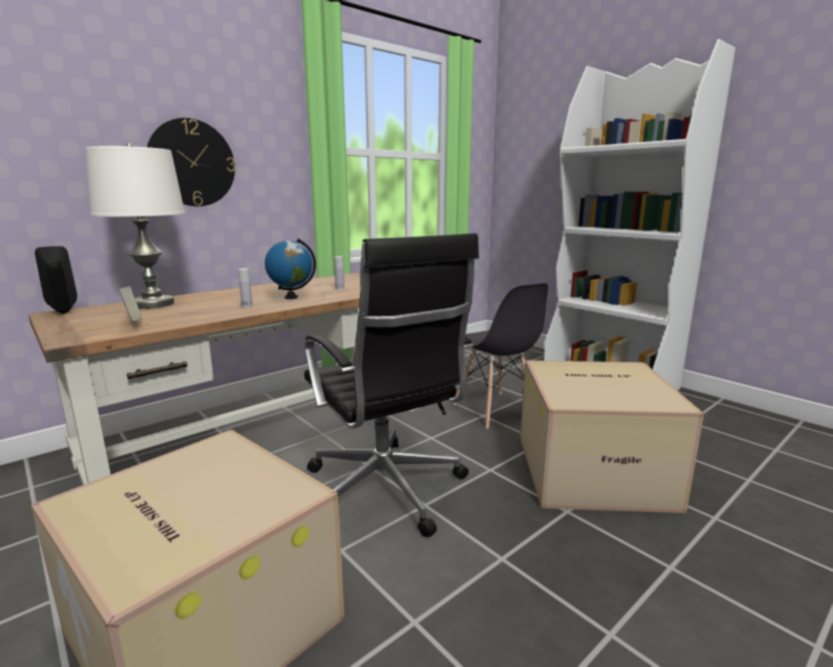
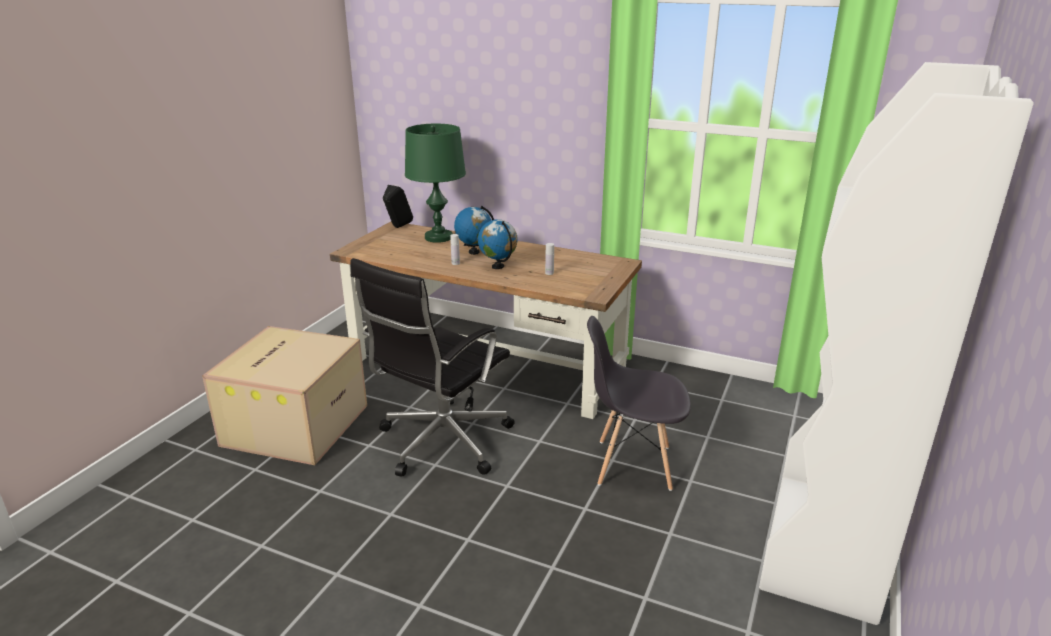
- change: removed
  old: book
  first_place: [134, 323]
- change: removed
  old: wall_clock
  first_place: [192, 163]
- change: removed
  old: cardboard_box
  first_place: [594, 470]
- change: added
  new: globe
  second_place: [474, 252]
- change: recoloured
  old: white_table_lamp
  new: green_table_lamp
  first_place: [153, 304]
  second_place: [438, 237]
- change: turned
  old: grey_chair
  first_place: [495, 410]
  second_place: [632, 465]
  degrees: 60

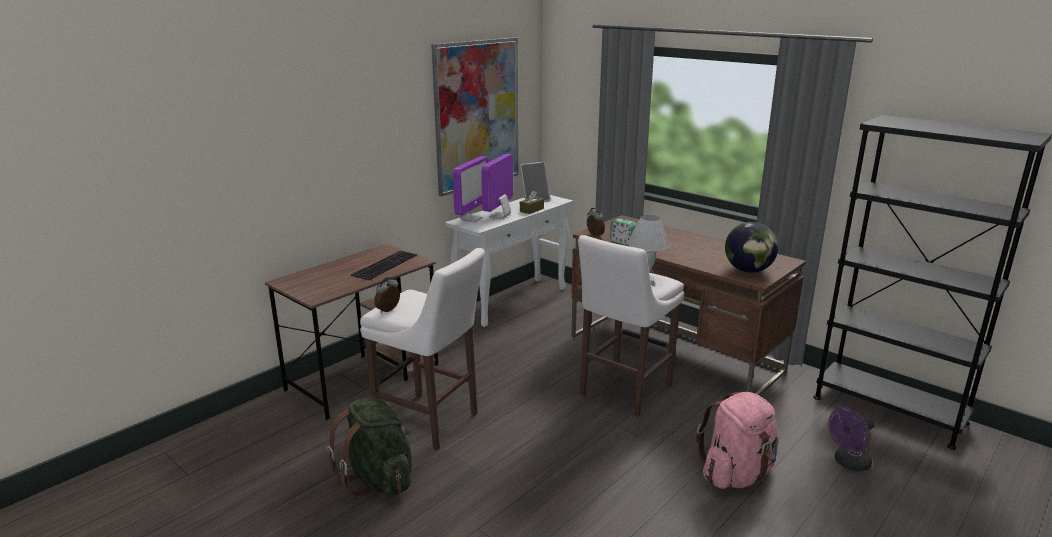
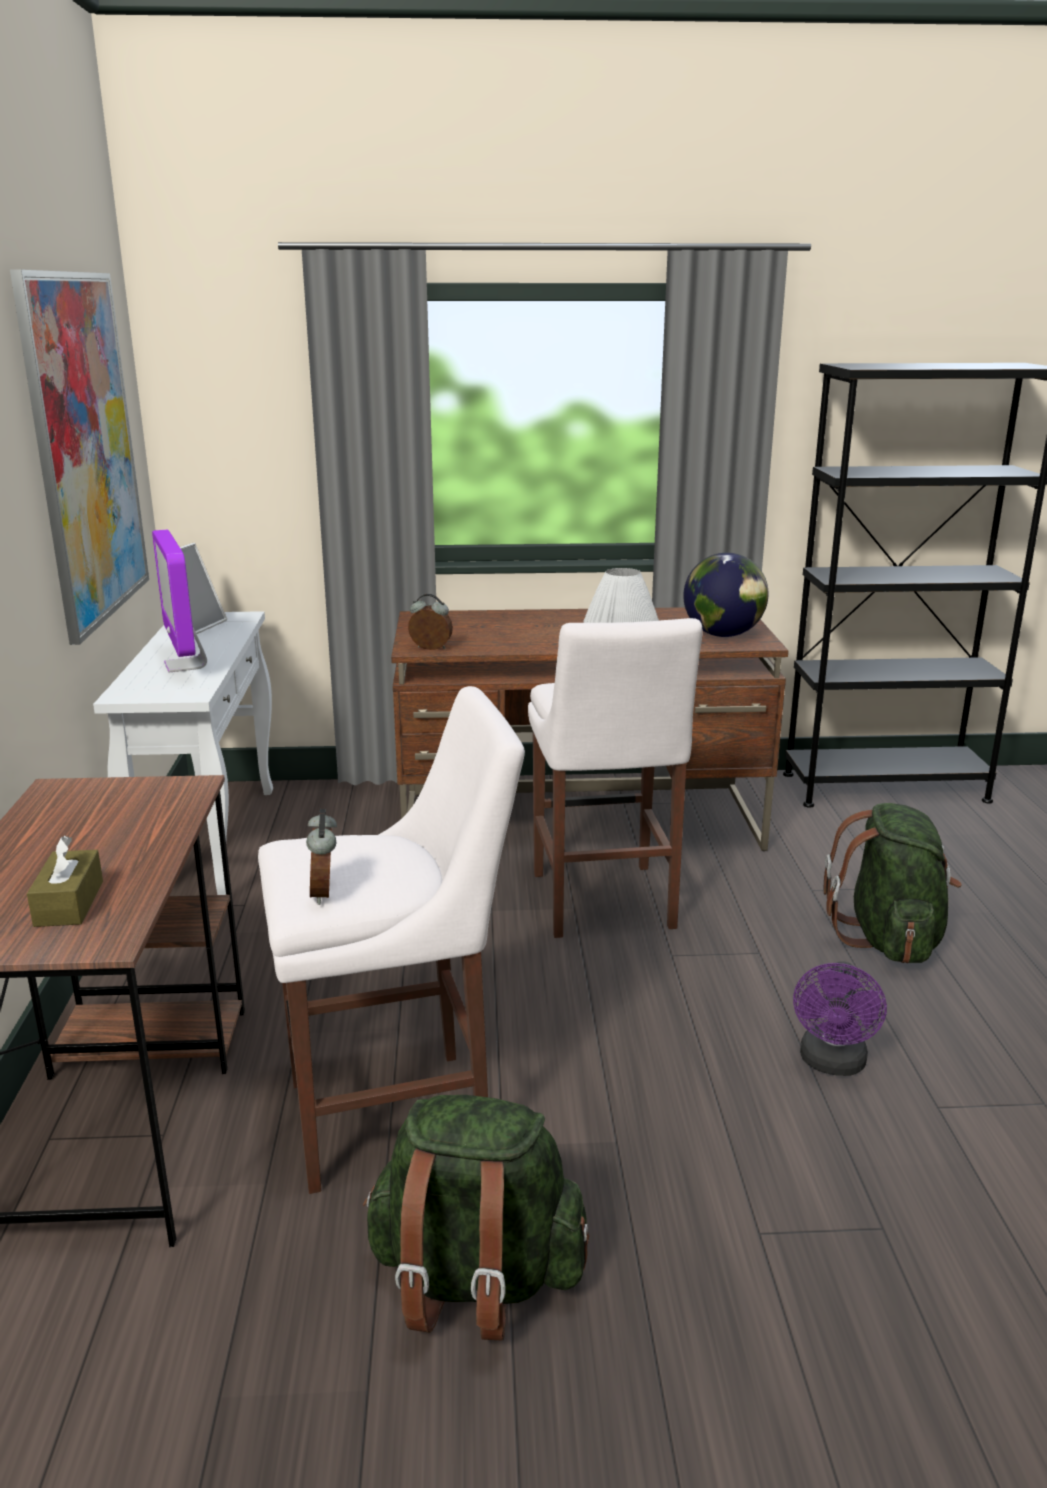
- change: removed
  old: keyboard
  first_place: [384, 264]
- change: removed
  old: monitor
  first_place: [471, 219]
- change: removed
  old: alarm_clock
  first_place: [622, 242]
- change: moved
  old: brown_tissue_box
  first_place: [531, 210]
  second_place: [69, 903]
- change: moved
  old: purple_fan
  first_place: [848, 463]
  second_place: [832, 1064]
- change: recoloured
  old: pink_backpack
  new: green_backpack
  first_place: [736, 474]
  second_place: [889, 938]

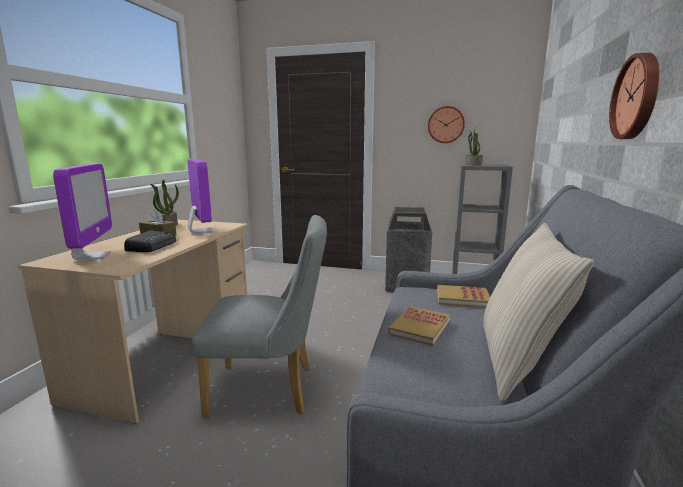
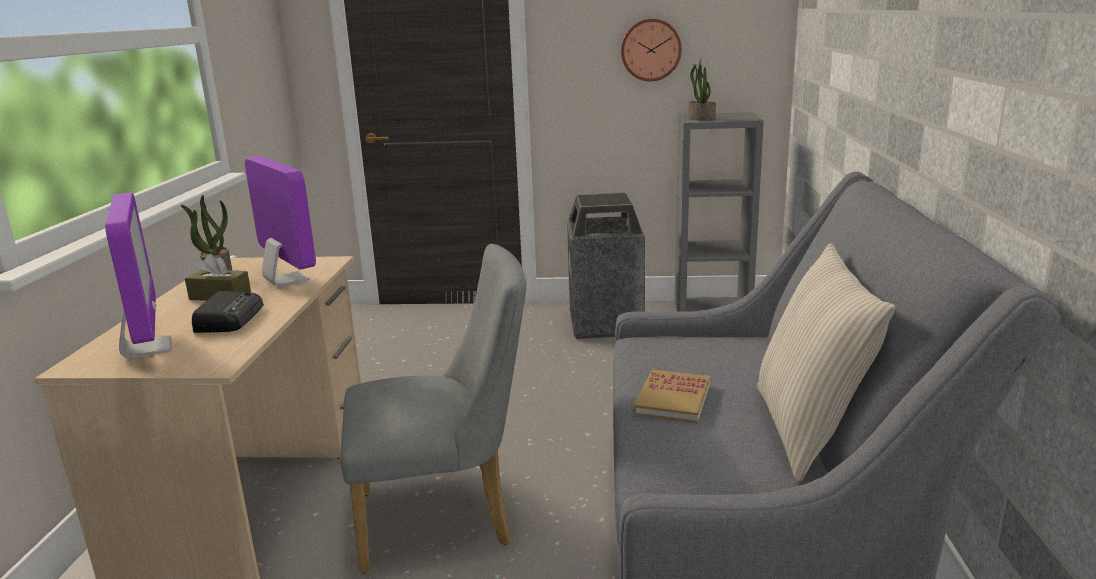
- change: removed
  old: book
  first_place: [462, 298]
- change: removed
  old: wall_clock
  first_place: [637, 97]

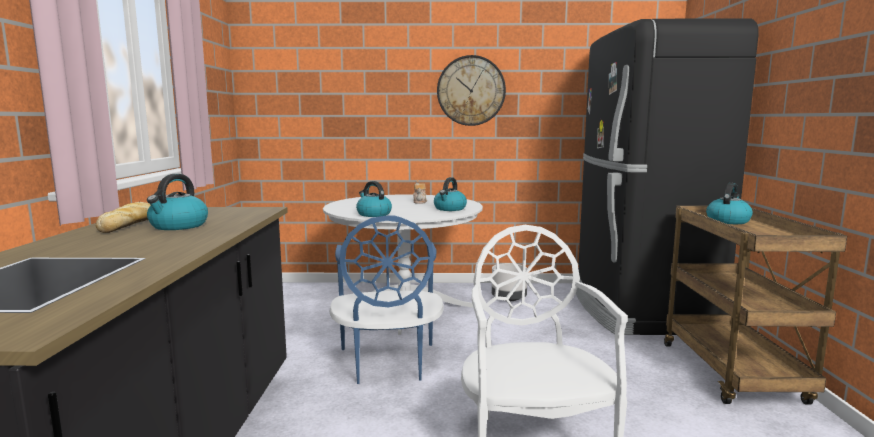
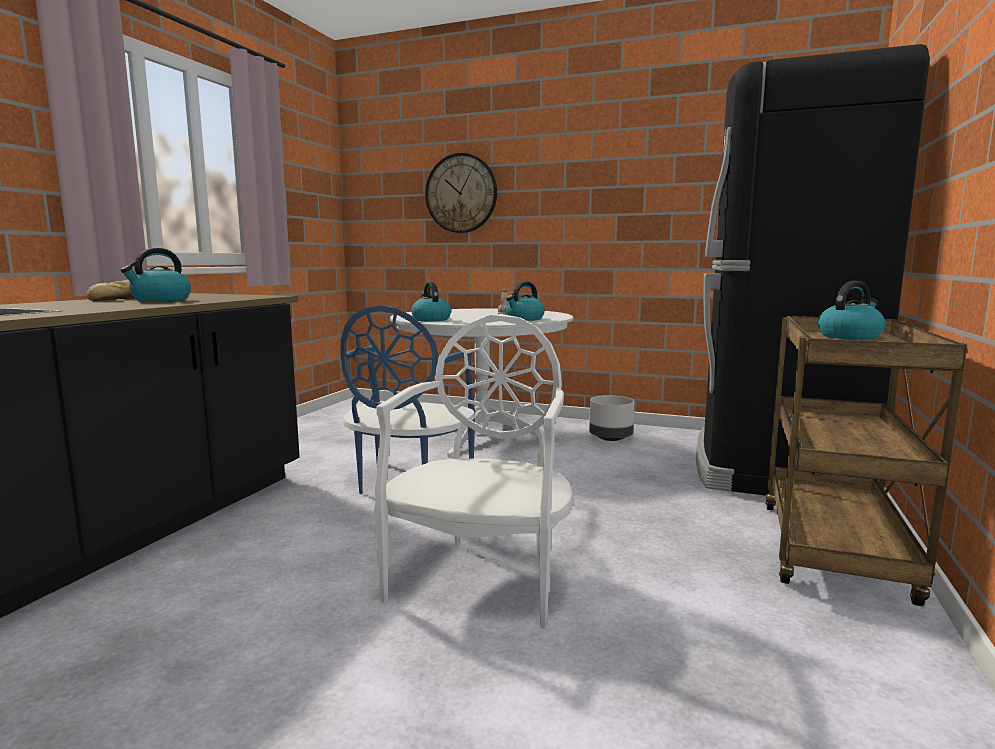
- change: moved
  old: wall_clock
  first_place: [471, 91]
  second_place: [461, 193]

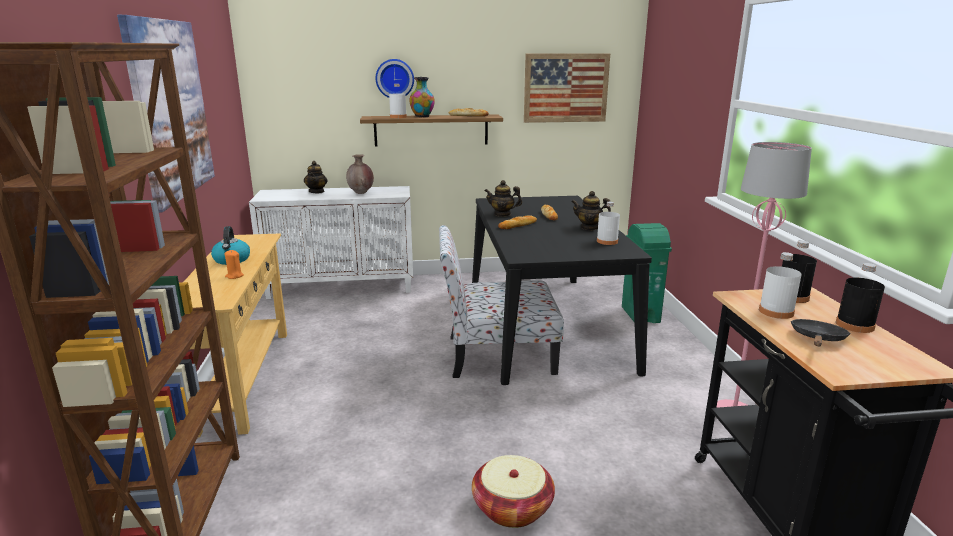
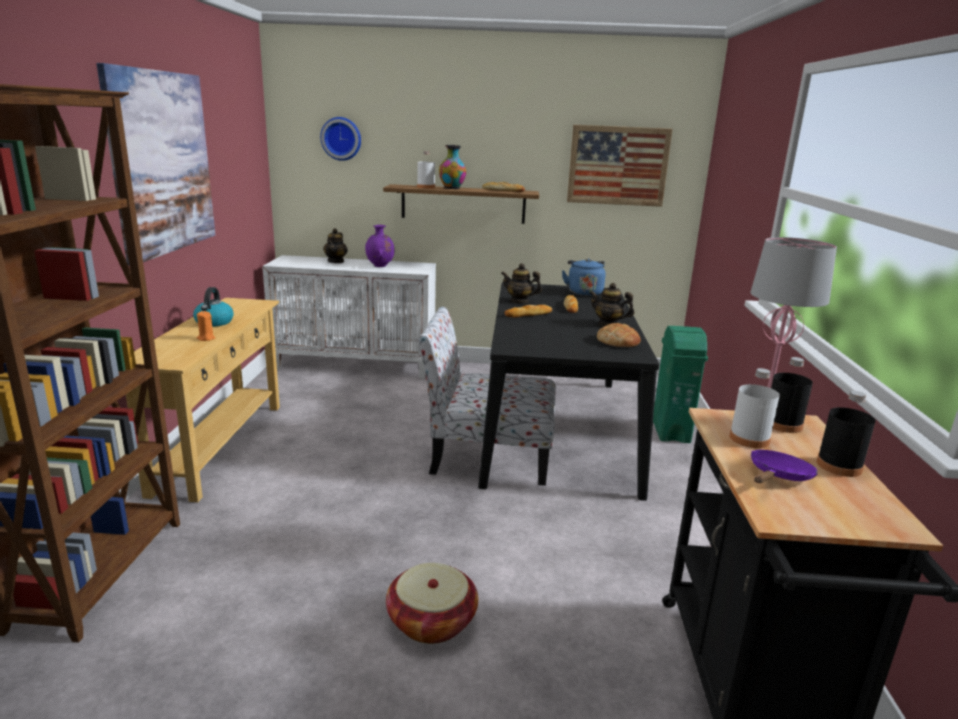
- change: added
  new: blue_kettle
  second_place: [584, 292]
- change: moved
  old: wall_clock
  first_place: [394, 79]
  second_place: [341, 138]
- change: replaced
  old: white_bottle
  new: bread
  first_place: [607, 241]
  second_place: [618, 341]
- change: recoloured
  old: brown_vase
  new: purple_vase
  first_place: [361, 193]
  second_place: [380, 266]
- change: recoloured
  old: black_frying_pan
  new: purple_frying_pan
  first_place: [817, 339]
  second_place: [778, 476]

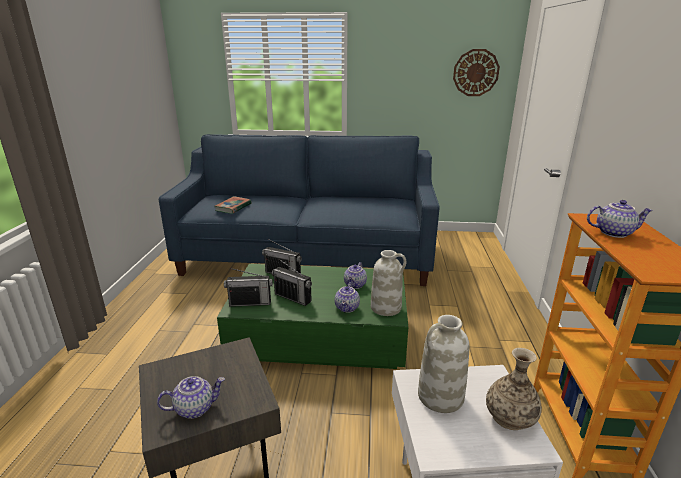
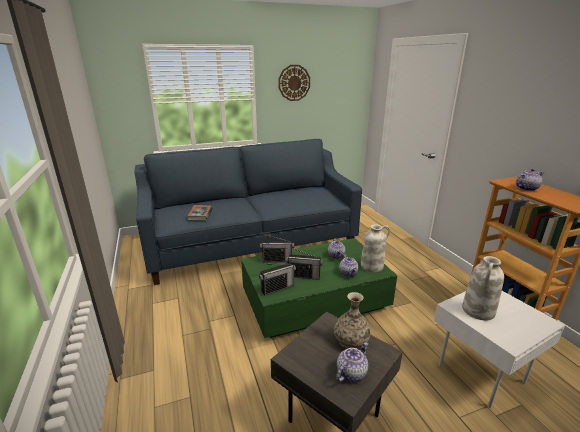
- change: moved
  old: wall_clock
  first_place: [475, 72]
  second_place: [294, 83]
- change: moved
  old: vase
  first_place: [510, 416]
  second_place: [351, 340]

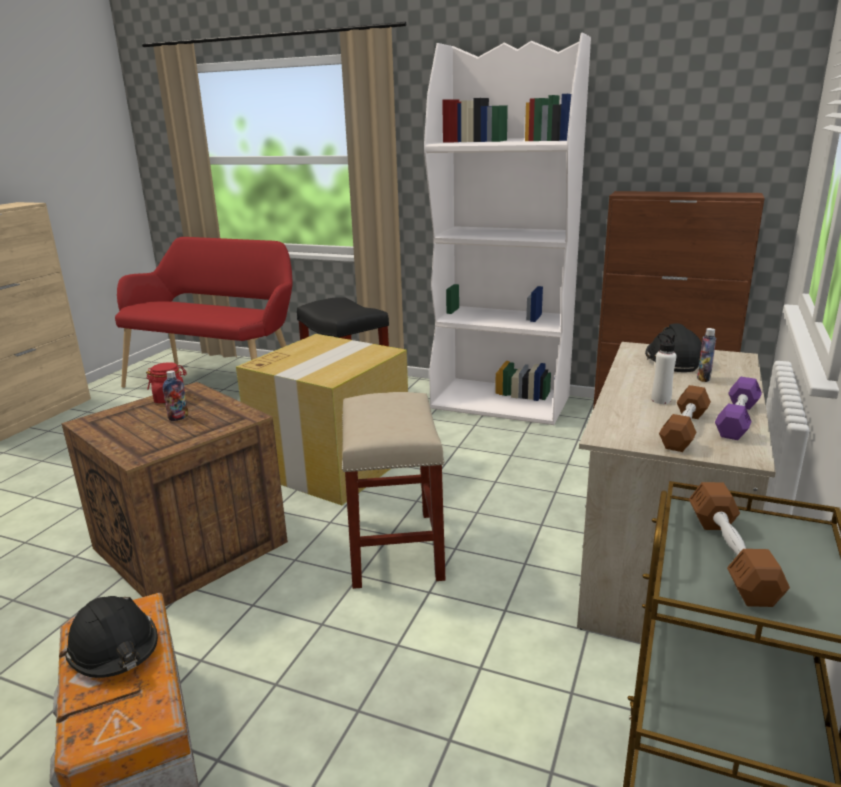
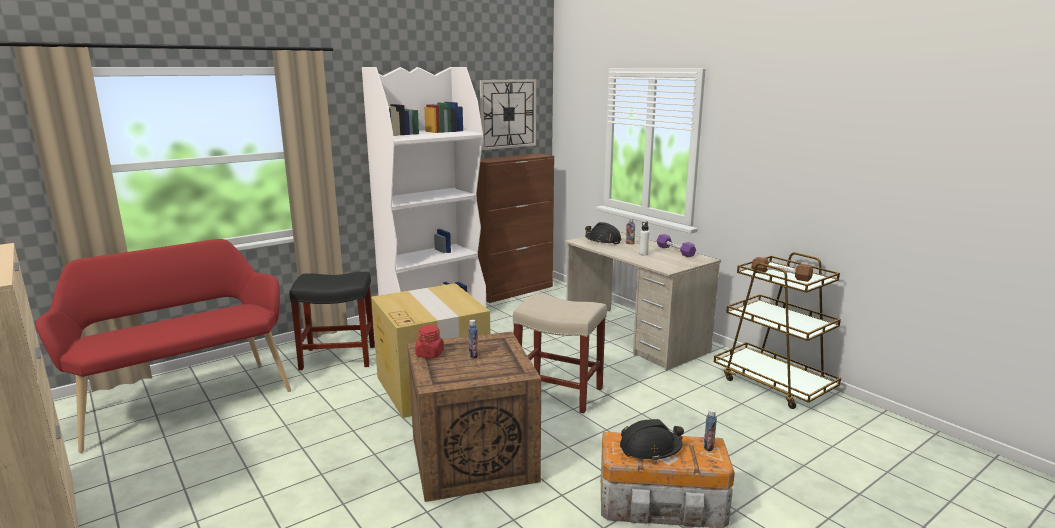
- change: removed
  old: brown_dumbbell
  first_place: [684, 429]
- change: added
  new: wall_clock
  second_place: [508, 114]
- change: added
  new: bottle
  second_place: [708, 447]

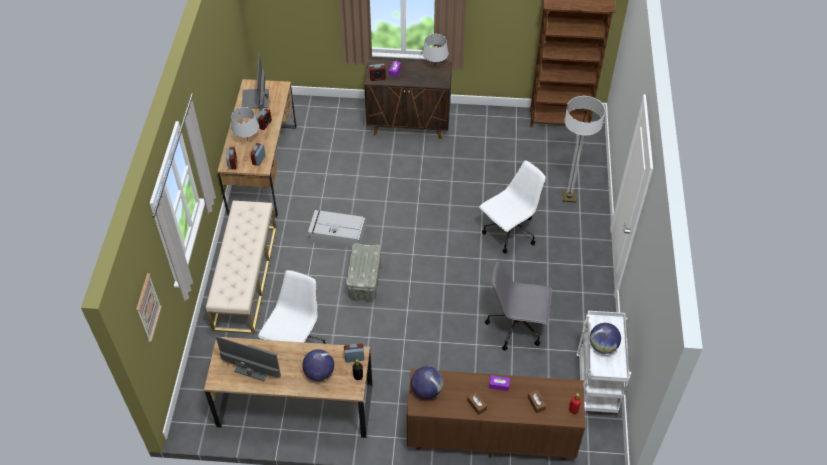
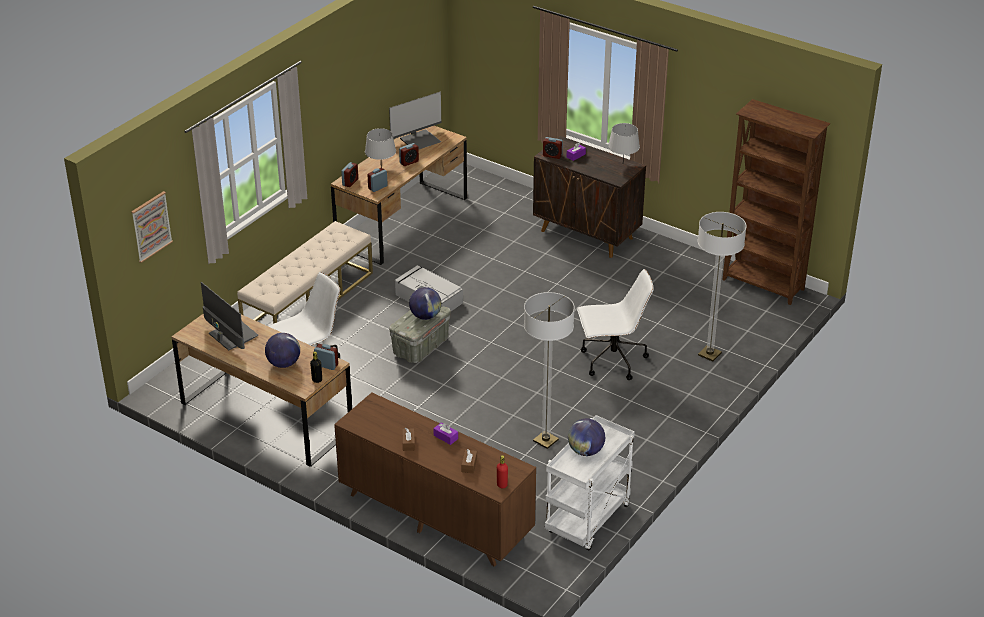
- change: moved
  old: globe
  first_place: [426, 390]
  second_place: [425, 316]
- change: replaced
  old: grey_office_chair
  new: floor_lamp
  first_place: [516, 327]
  second_place: [545, 440]
- change: turned
  old: monitor
  first_place: [256, 99]
  second_place: [420, 140]
  degrees: -150

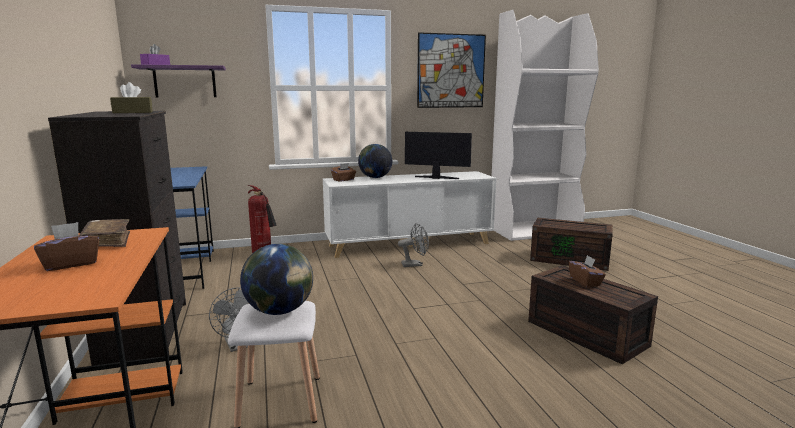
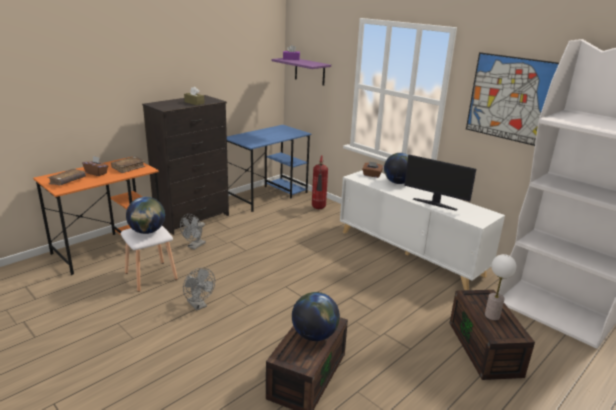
- change: added
  new: brown_book
  second_place: [67, 181]
- change: added
  new: table_lamp
  second_place: [492, 316]
- change: moved
  old: grey_fan
  first_place: [415, 264]
  second_place: [199, 305]
- change: replaced
  old: brown_tissue_box
  new: globe
  first_place: [585, 282]
  second_place: [314, 335]
- change: turned
  old: monitor
  first_place: [436, 178]
  second_place: [435, 204]
  degrees: 135

